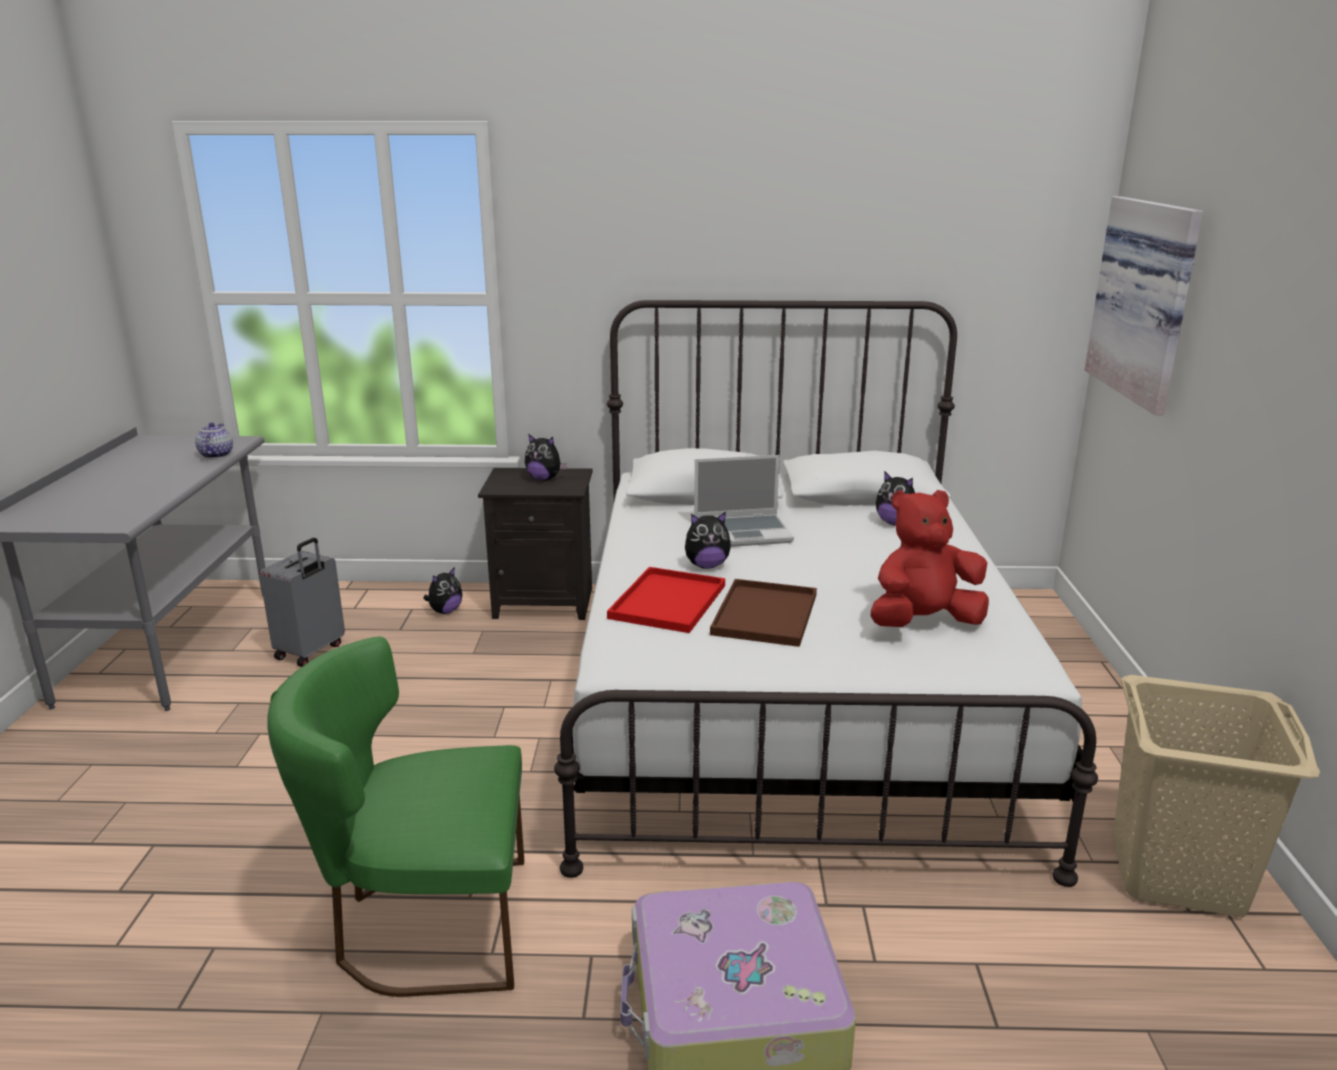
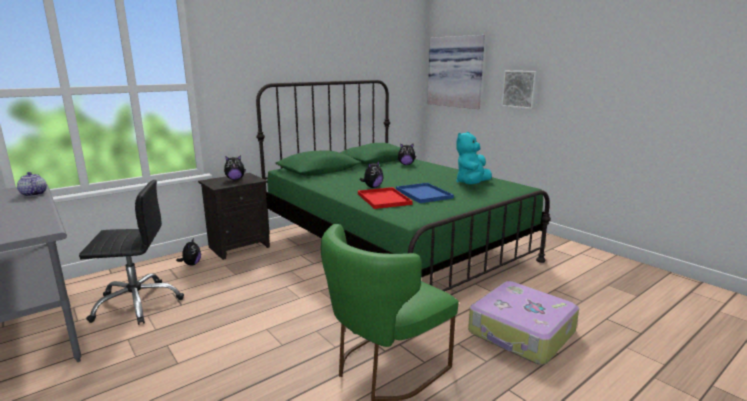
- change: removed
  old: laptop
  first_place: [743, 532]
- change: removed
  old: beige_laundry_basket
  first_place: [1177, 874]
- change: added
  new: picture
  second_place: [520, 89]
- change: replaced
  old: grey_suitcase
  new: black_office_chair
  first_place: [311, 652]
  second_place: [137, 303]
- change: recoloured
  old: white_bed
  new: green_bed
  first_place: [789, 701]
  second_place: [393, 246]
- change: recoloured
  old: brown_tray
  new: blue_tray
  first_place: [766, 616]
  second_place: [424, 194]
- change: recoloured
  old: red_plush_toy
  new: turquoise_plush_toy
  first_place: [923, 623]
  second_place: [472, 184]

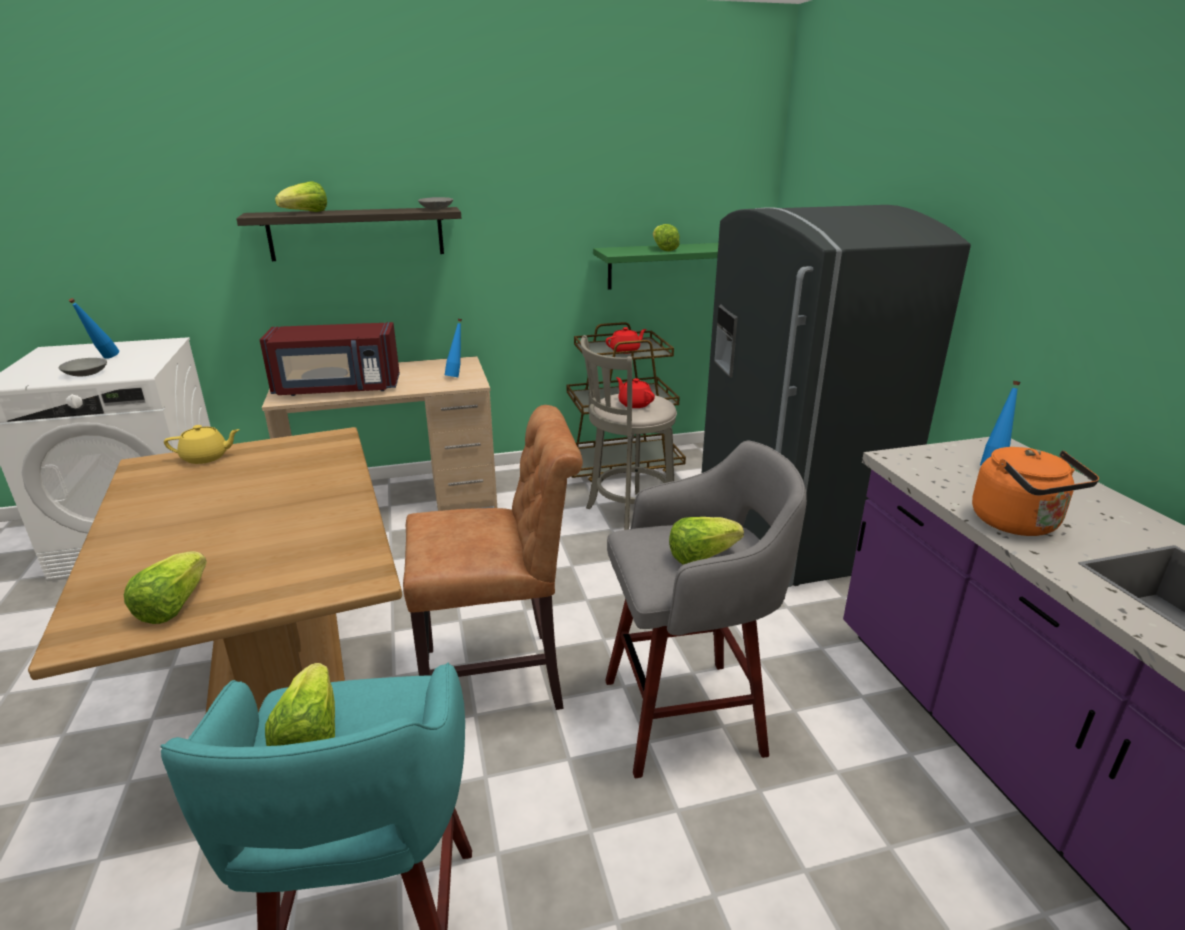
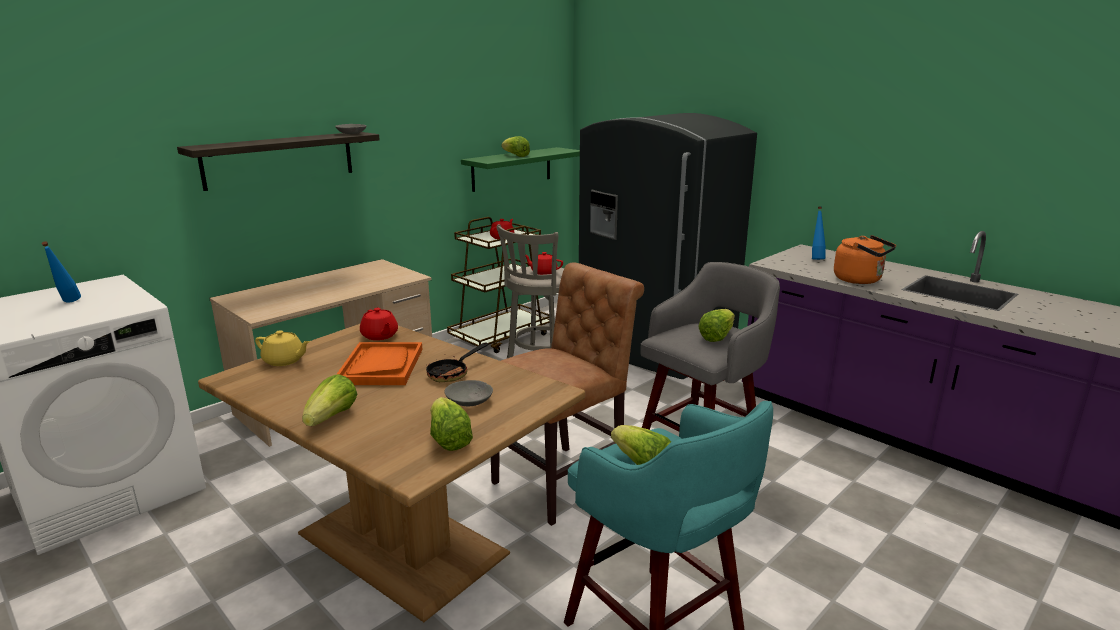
- change: removed
  old: red_microwave
  first_place: [337, 389]
- change: removed
  old: blue_bottle
  first_place: [456, 376]
- change: added
  new: orange_tray
  second_place: [381, 366]
- change: added
  new: red_teapot
  second_place: [379, 336]
- change: added
  new: frying_pan
  second_place: [452, 373]
- change: moved
  old: grey_bowl
  first_place: [86, 374]
  second_place: [470, 401]
- change: moved
  old: lettuce
  first_place: [306, 213]
  second_place: [332, 418]
- change: turned
  old: yellow_teapot
  first_place: [206, 457]
  second_place: [284, 361]
  degrees: 60

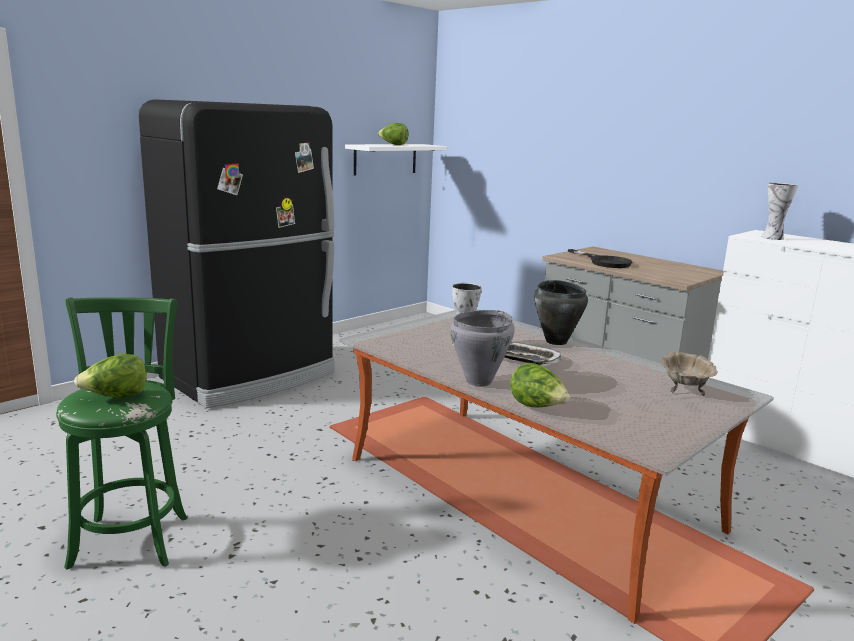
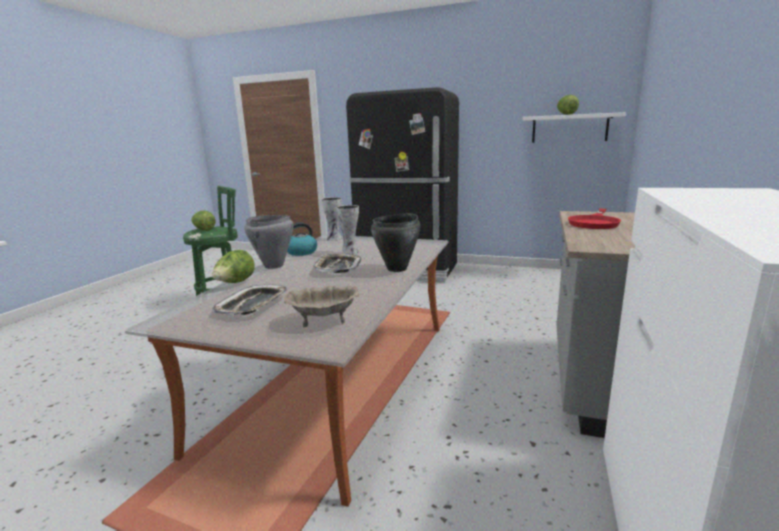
- change: added
  new: tray
  second_place: [253, 305]
- change: added
  new: kettle
  second_place: [301, 252]
- change: moved
  old: vase
  first_place: [772, 237]
  second_place: [335, 238]
- change: recoloured
  old: black_frying_pan
  new: red_frying_pan
  first_place: [605, 262]
  second_place: [594, 222]

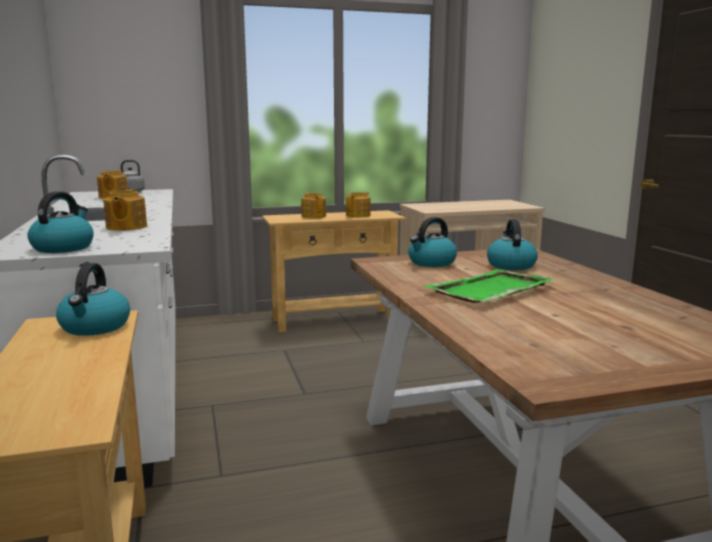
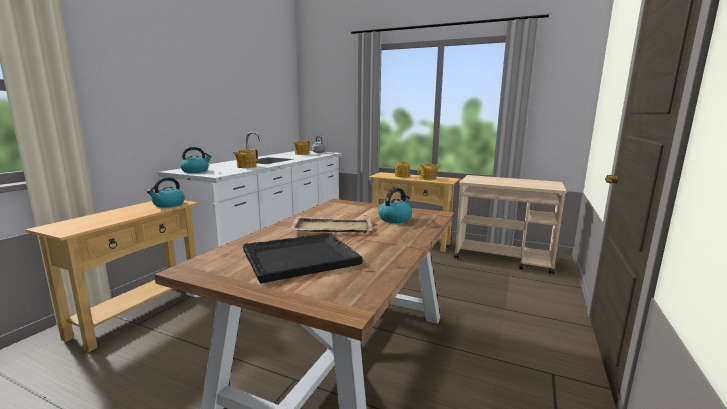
- change: removed
  old: kettle
  first_place: [431, 263]
- change: added
  new: black_tray
  second_place: [299, 258]
- change: recoloured
  old: green_tray
  new: beige_tray
  first_place: [489, 290]
  second_place: [331, 227]

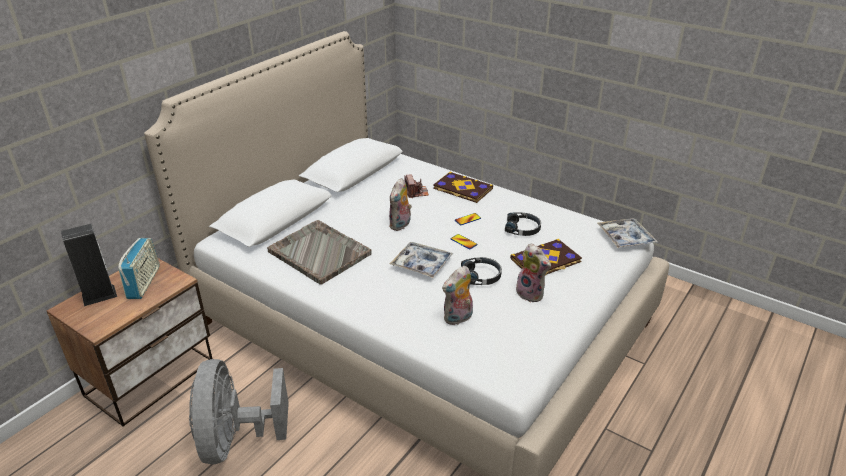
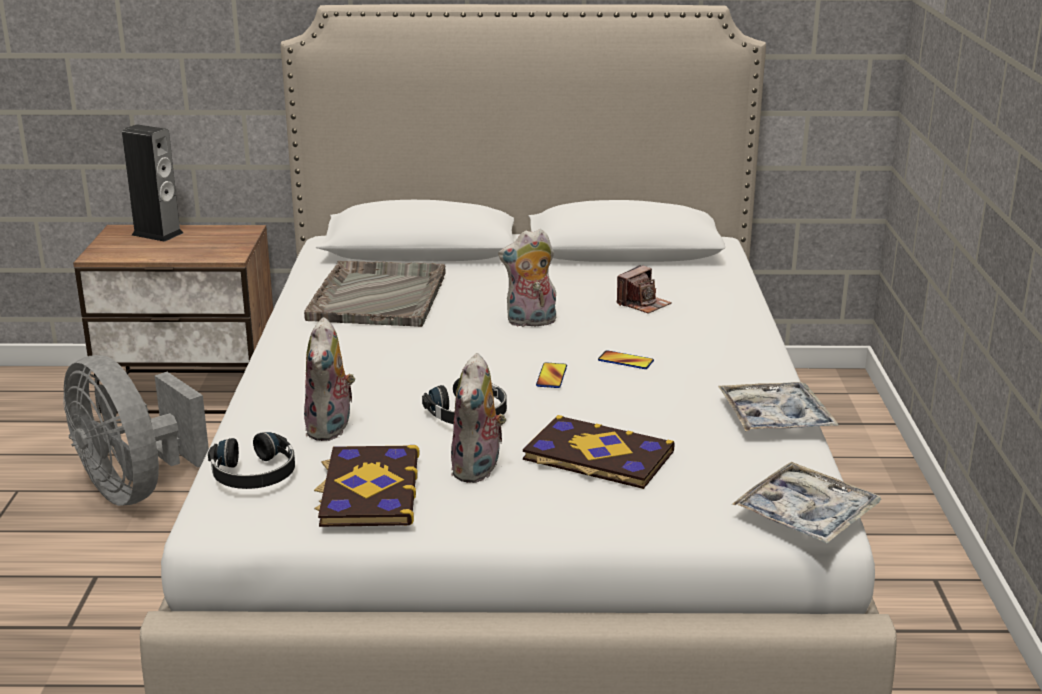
- change: removed
  old: radio
  first_place: [144, 283]
- change: moved
  old: tray
  first_place: [421, 264]
  second_place: [775, 418]
- change: moved
  old: book
  first_place: [462, 189]
  second_place: [368, 490]
- change: moved
  old: black_headphones
  first_place: [522, 229]
  second_place: [254, 474]
- change: turned
  old: grey_fan
  first_place: [236, 439]
  second_place: [135, 488]
  degrees: -90
- change: turned
  old: plush_toy
  first_place: [458, 318]
  second_place: [331, 429]
  degrees: -105

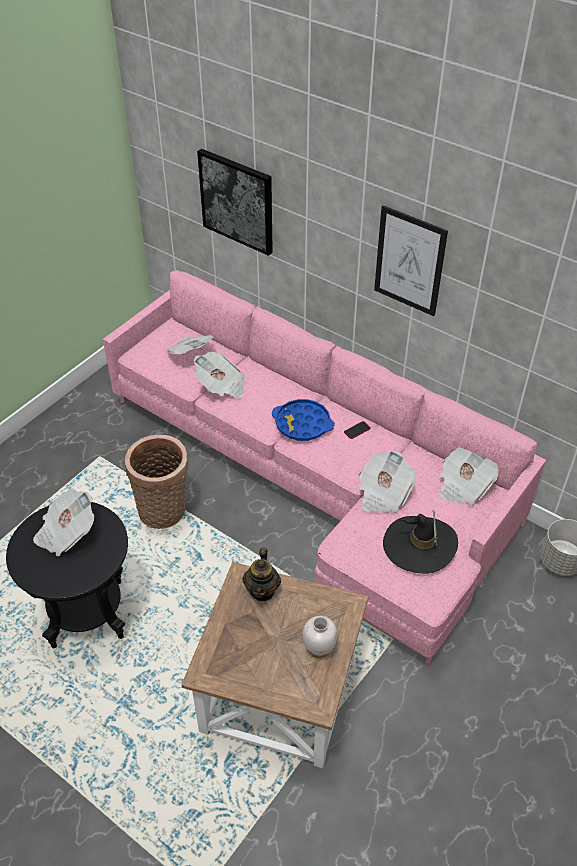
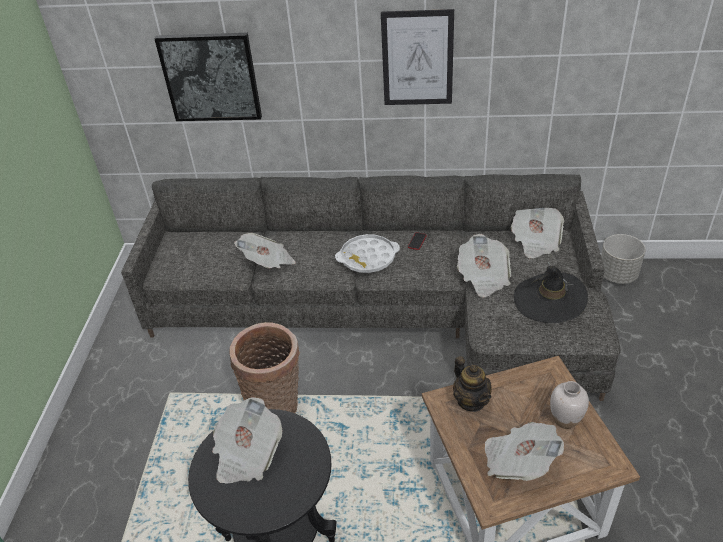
- change: moved
  old: newspaper
  first_place: [190, 353]
  second_place: [518, 461]
- change: recoloured
  old: pink_sofa
  new: grey_sofa
  first_place: [318, 479]
  second_place: [387, 310]
- change: recoloured
  old: blue_tray
  new: white_tray
  first_place: [302, 424]
  second_place: [368, 258]

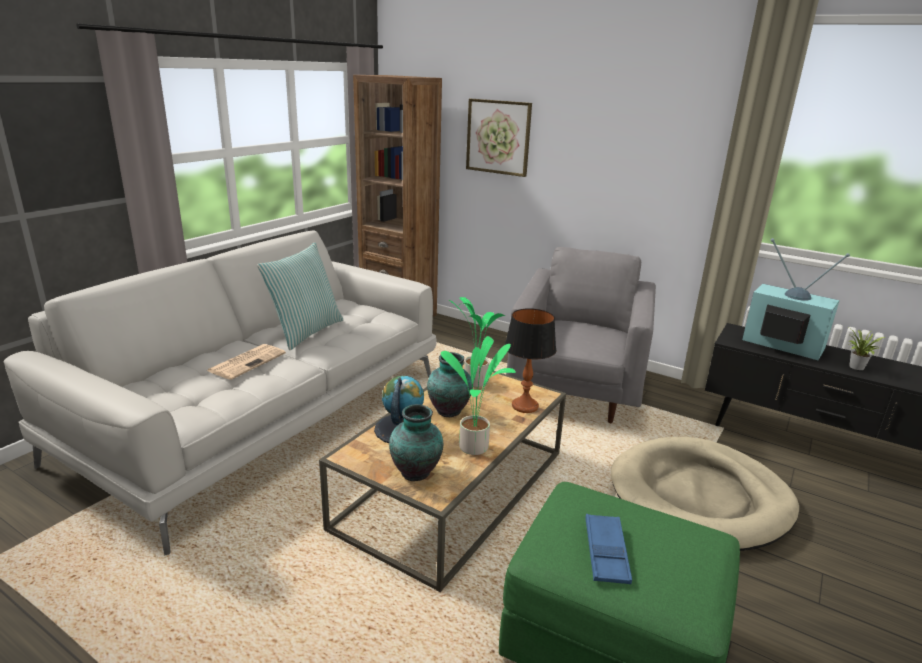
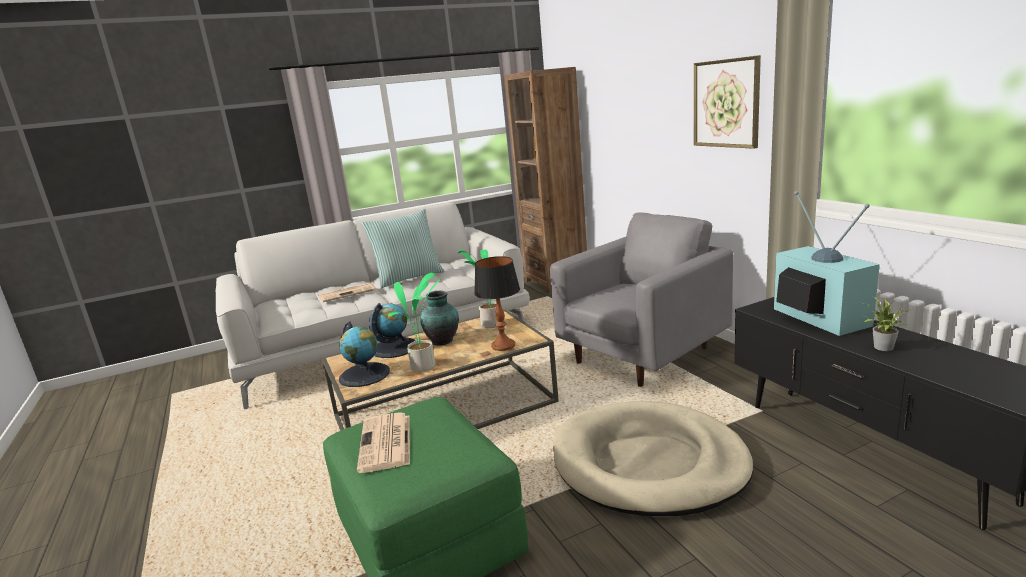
- change: moved
  old: picture
  first_place: [498, 137]
  second_place: [726, 103]
- change: replaced
  old: vase
  new: globe
  first_place: [417, 472]
  second_place: [364, 375]
- change: replaced
  old: blue_tray
  new: newspaper
  first_place: [606, 553]
  second_place: [386, 443]

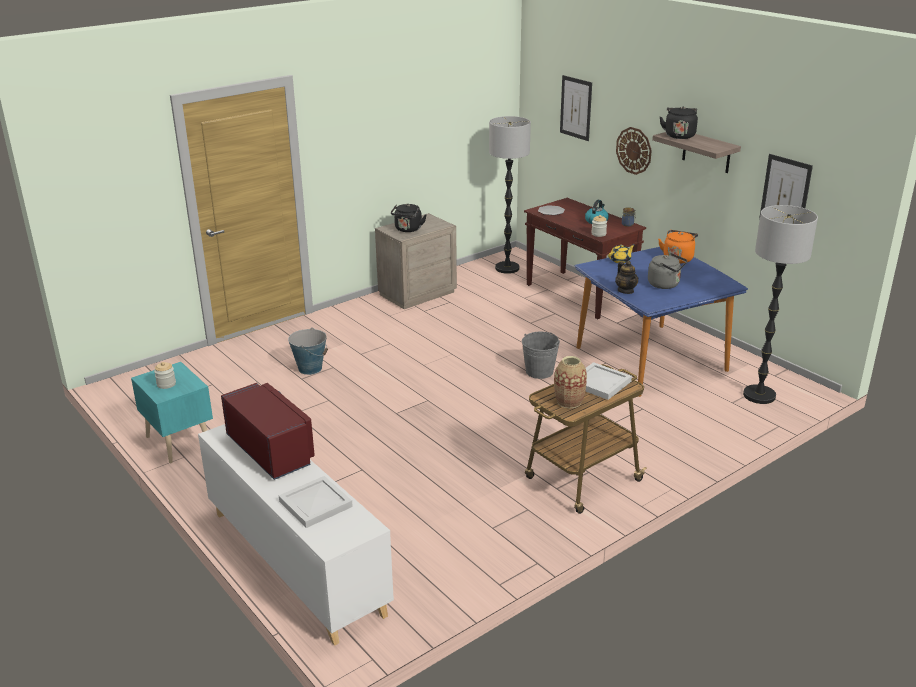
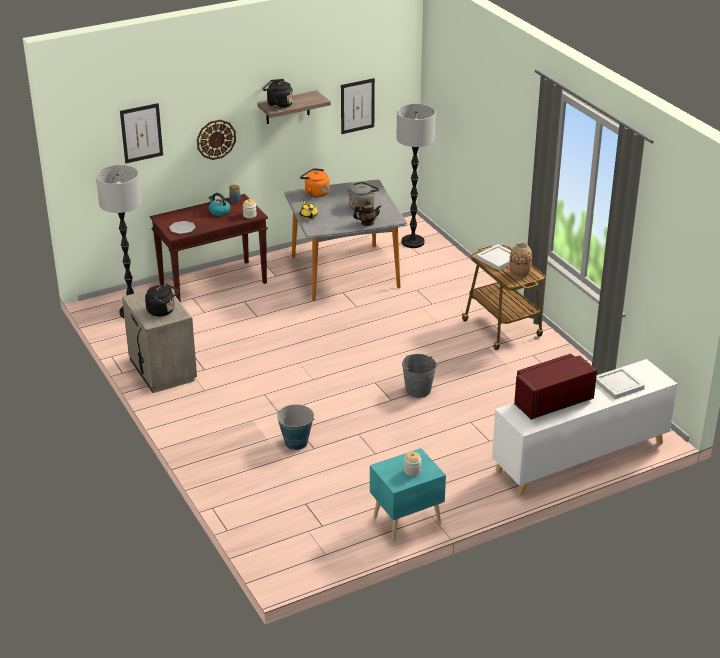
- change: moved
  old: grey_bucket
  first_place: [539, 371]
  second_place: [418, 390]
- change: recoloured
  old: blue_dining_table
  new: grey_dining_table
  first_place: [650, 359]
  second_place: [344, 272]

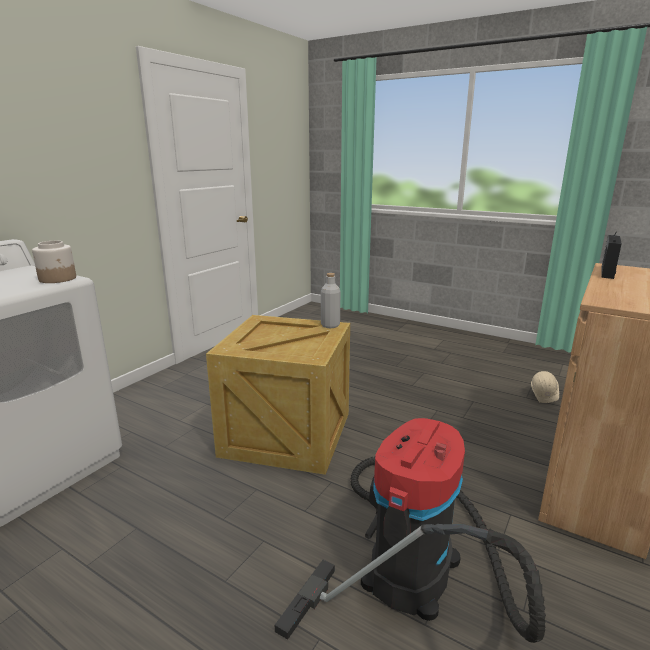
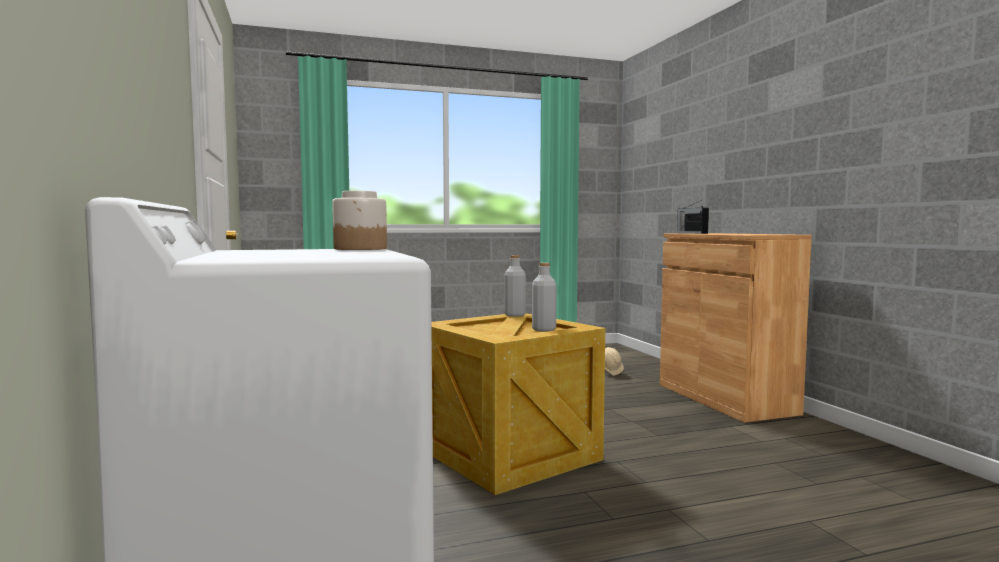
- change: removed
  old: vacuum_cleaner
  first_place: [412, 562]
- change: added
  new: grey_bottle
  second_place: [543, 329]

